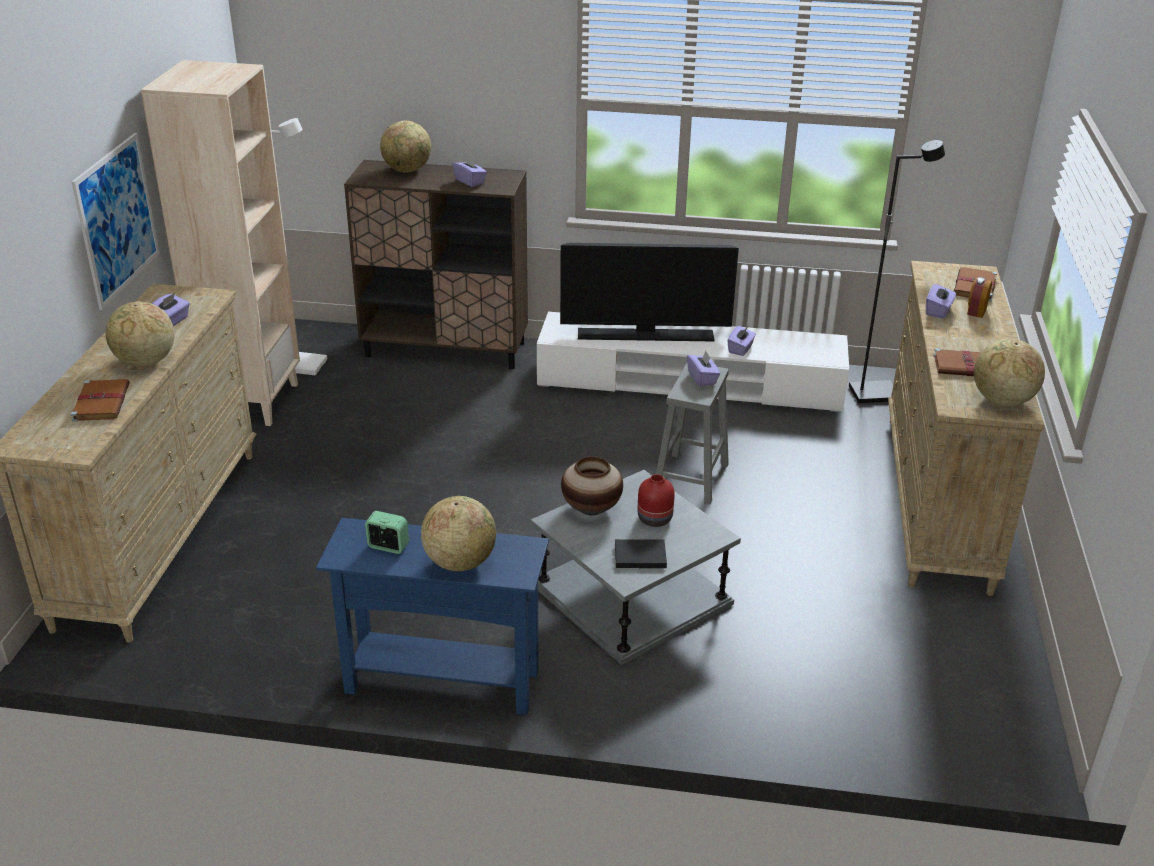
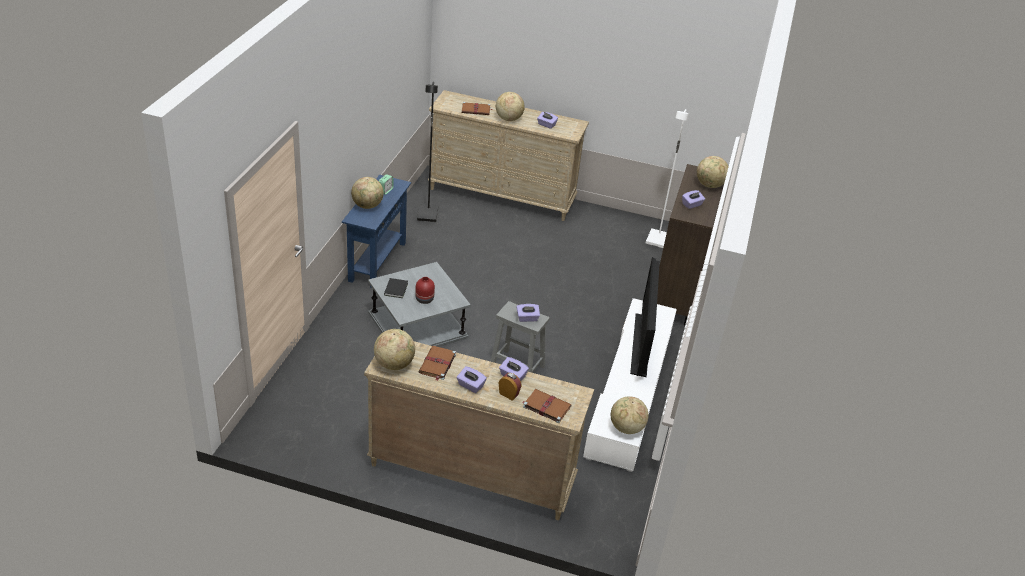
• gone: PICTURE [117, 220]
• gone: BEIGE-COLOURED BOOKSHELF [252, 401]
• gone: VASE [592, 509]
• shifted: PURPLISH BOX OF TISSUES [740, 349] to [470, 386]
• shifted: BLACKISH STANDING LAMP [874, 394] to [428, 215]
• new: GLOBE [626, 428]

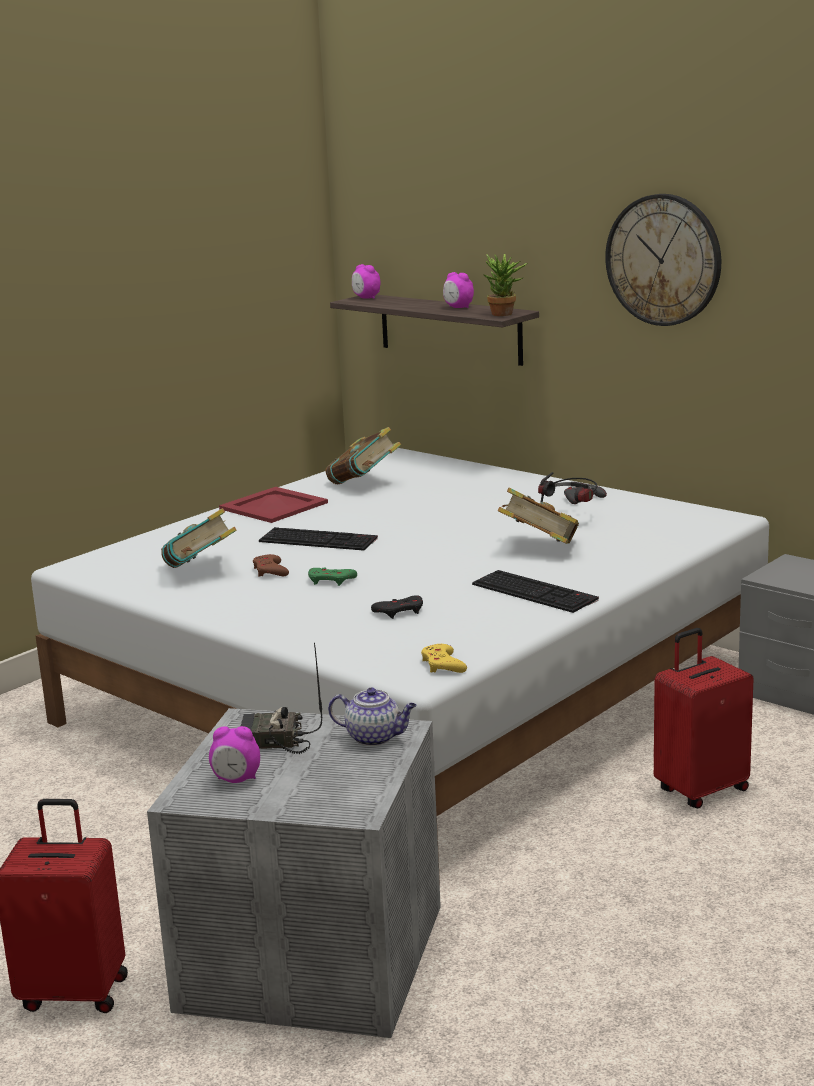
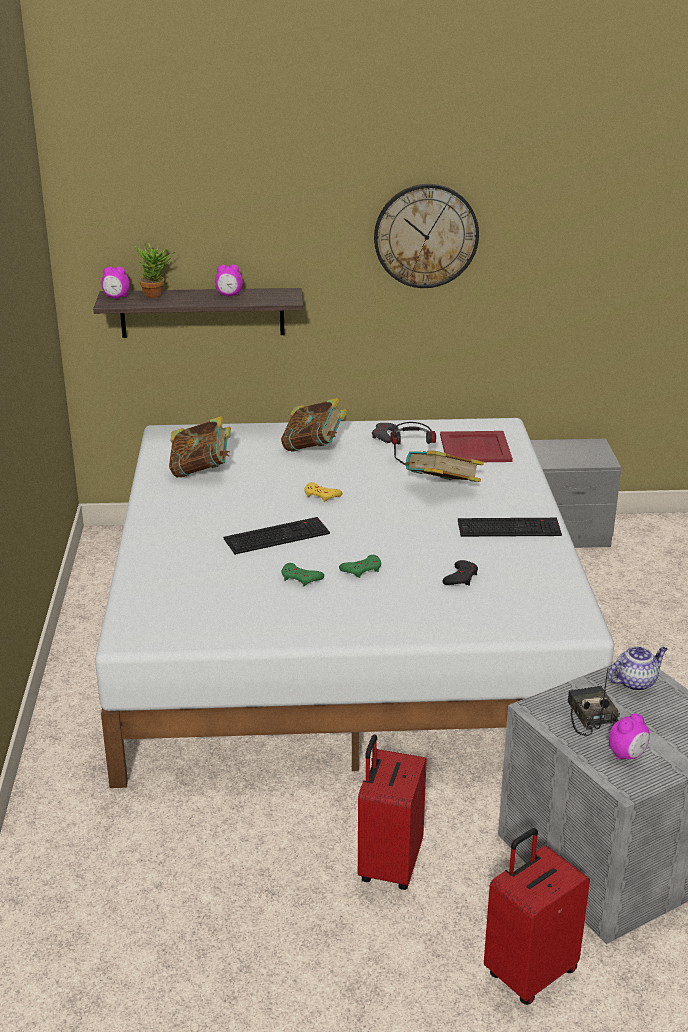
• shifted: BOOK [201, 571] to [314, 448]
• shifted: REDDISH CARRYING TRAY [274, 506] to [476, 447]
• rotated: RADIO RECEIVER [273, 742] = [589, 716] 120 degrees clockwise
• repainted: BROWNISH GAME CONTROLLER [270, 571] to GREEN GAME CONTROLLER [300, 578]
• shifted: YELLOW-COLOURED GAME CONTROLLER [443, 665] to [321, 495]
• shifted: PLANT IN A POT [505, 314] to [157, 295]
• shifted: REDDISH TRAVEL CASE [700, 790] to [388, 865]

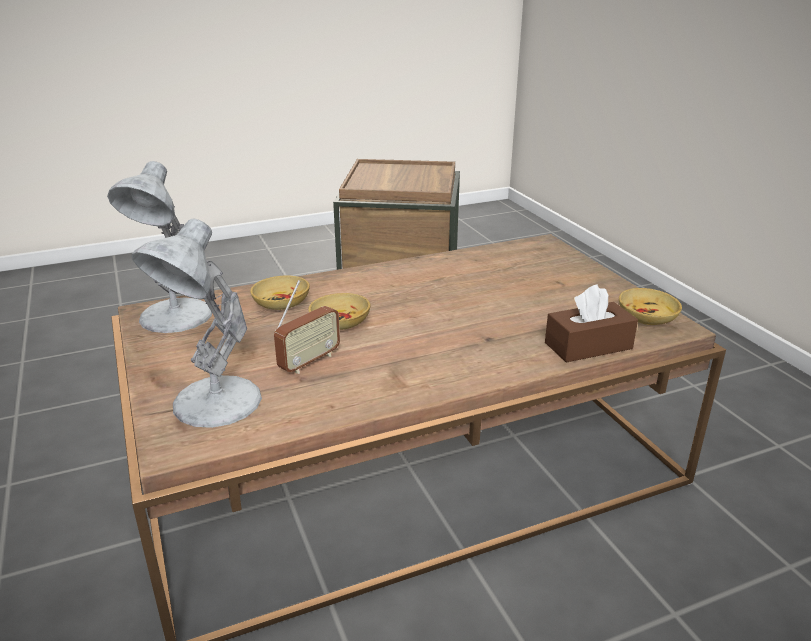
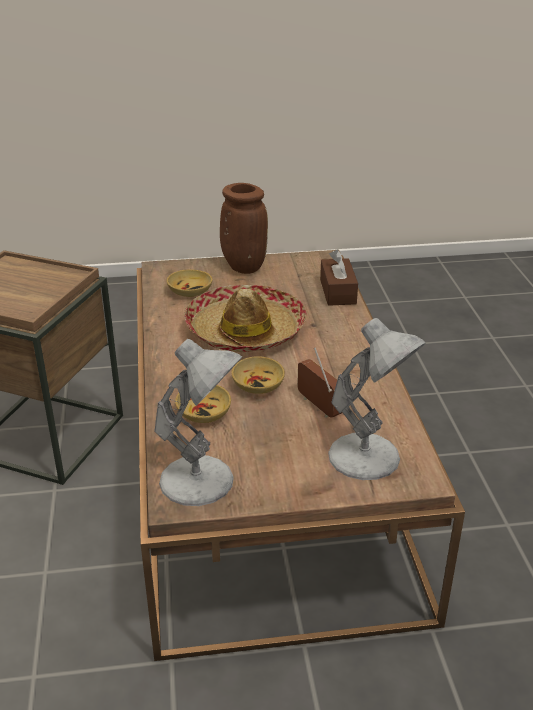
• shifted: BEIGE-COLOURED DEEP DISH [647, 317] to [190, 291]
• new: HAT [244, 331]
• new: BROWNISH VASE [242, 267]

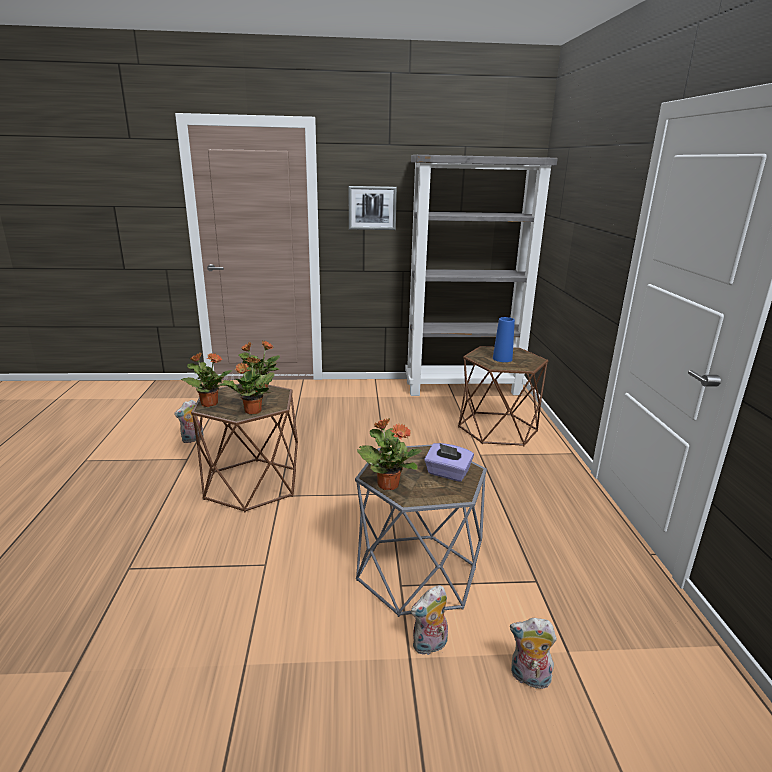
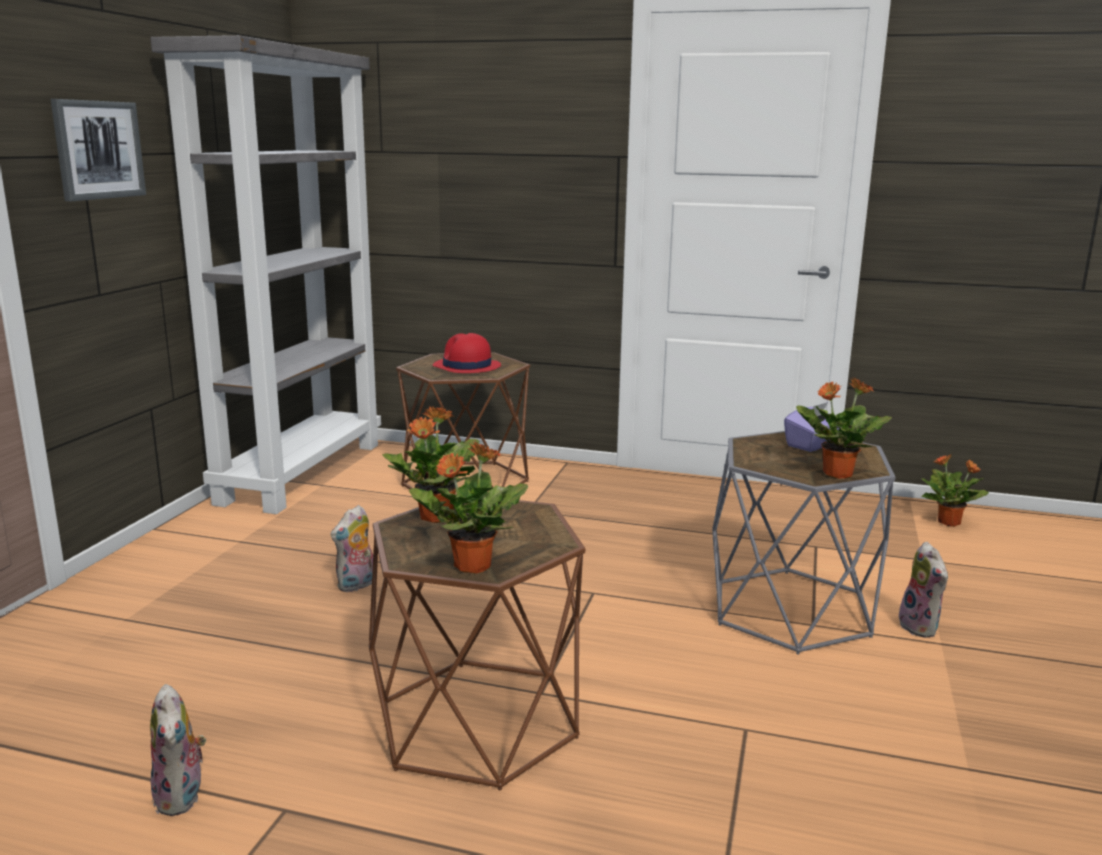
• shifted: PLANT IN A POT [252, 411] to [949, 523]
• swapped: BLUISH VASE [502, 359] to REDDISH HAT [466, 367]
• shifted: CUDDLY TOY [528, 678] to [357, 585]

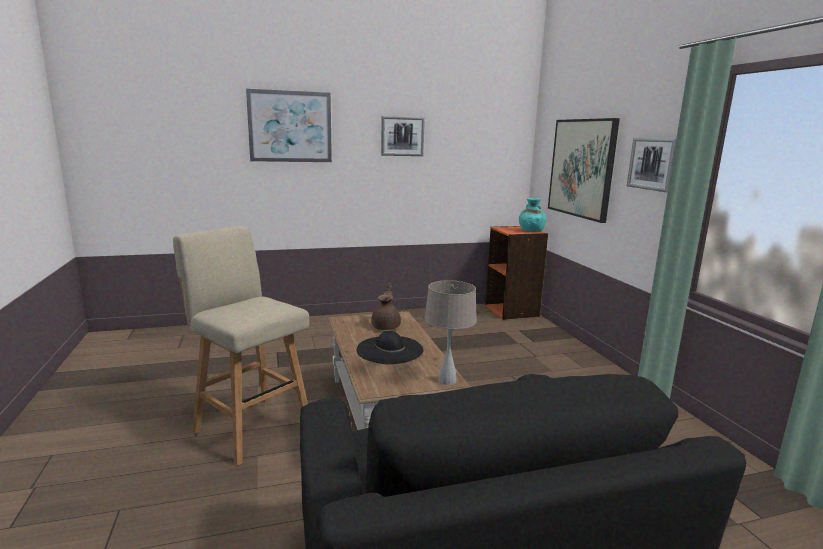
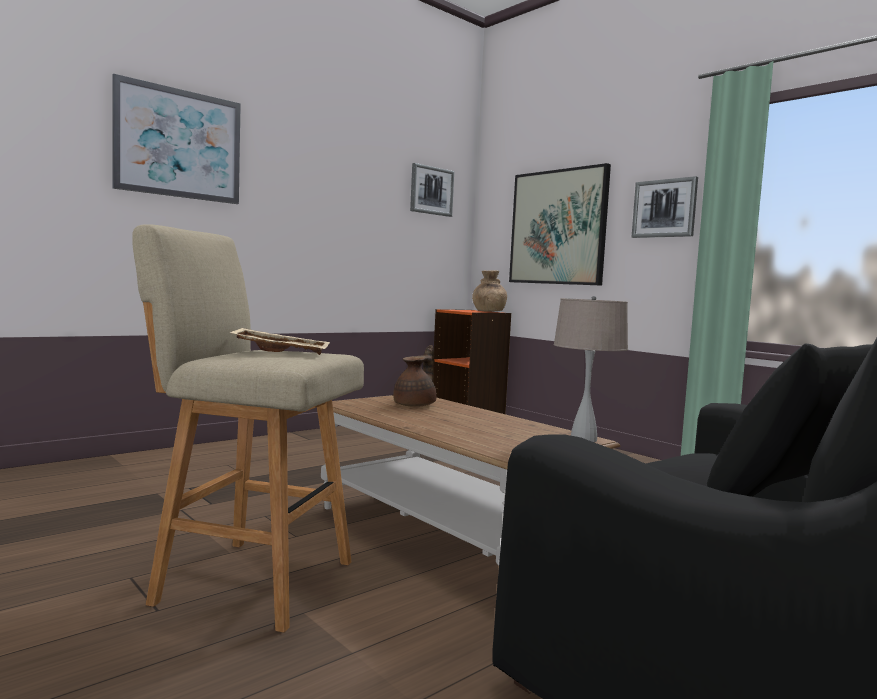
• gone: BLACKISH HAT [390, 350]
• rotated: BROWNISH TEA POT [386, 326] = [416, 405] 45 degrees clockwise
• shifted: PICTURE [402, 136] to [431, 190]
• repainted: TURQUOISE VASE [531, 230] to BROWNISH VASE [488, 311]
• new: BEIGE-COLOURED CARRYING TRAY [281, 352]

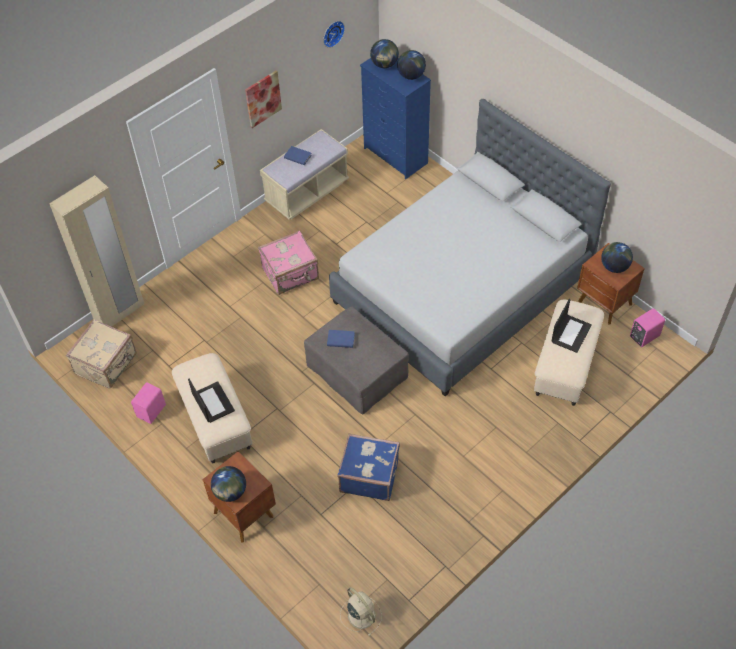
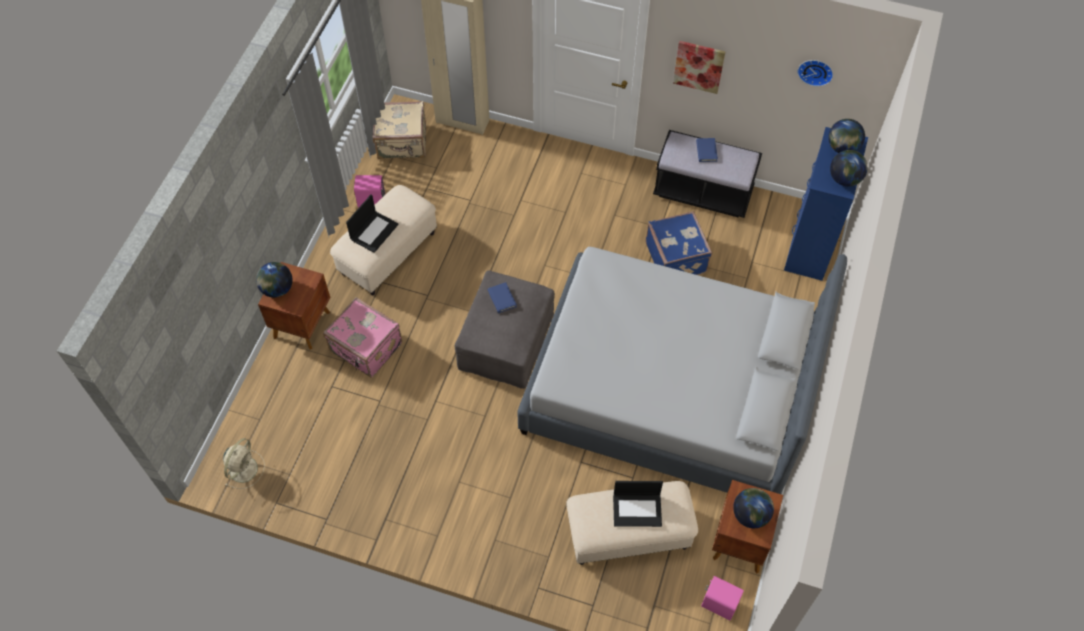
• shifted: PINK-COLOURED TRAVEL CASE [291, 274] to [365, 349]
• repainted: BEIGE-COLOURED LONG SEAT [307, 192] to BLACKISH LONG SEAT [703, 192]
• shifted: BLUISH TRAVEL CASE [369, 475] to [677, 257]

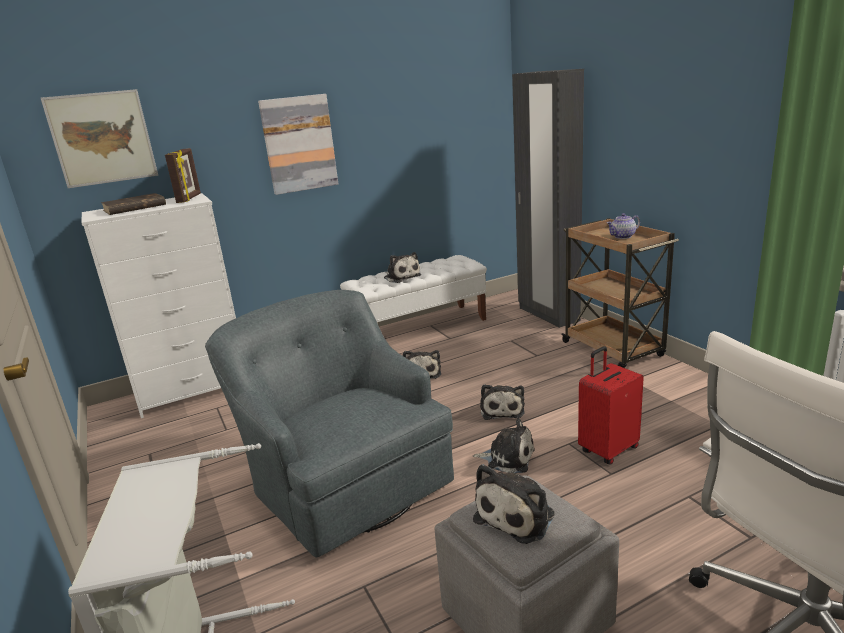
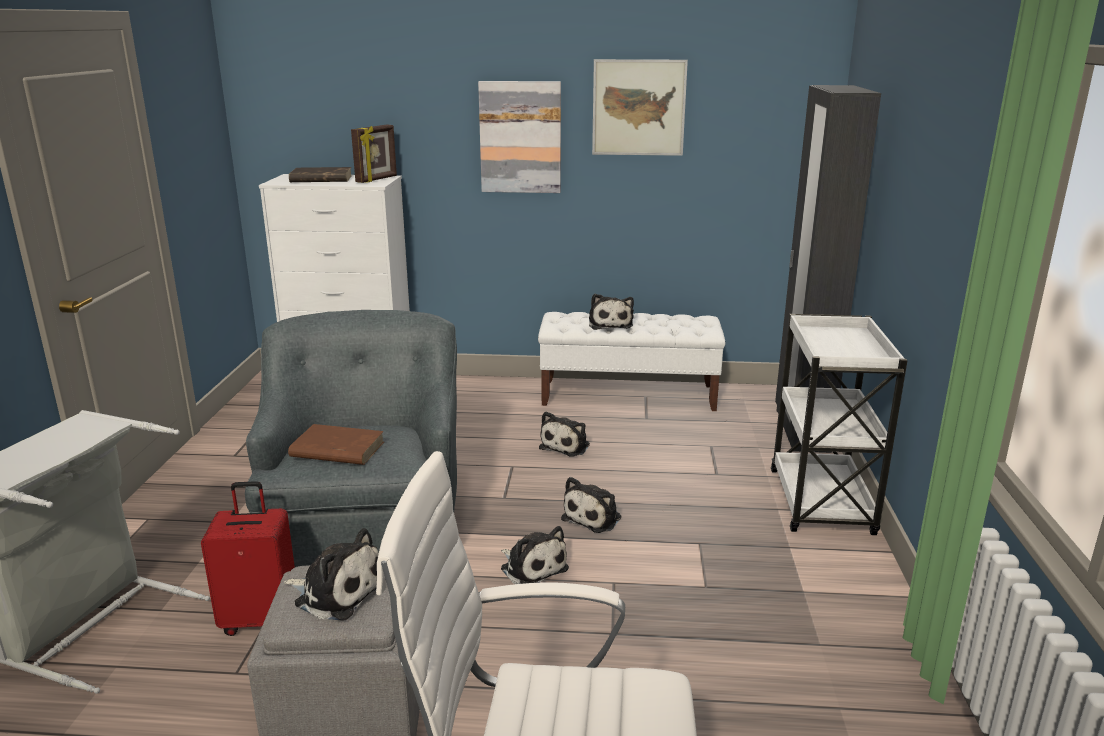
• shifted: PICTURE [102, 138] to [638, 108]
• rotated: CUDDLY TOY [517, 515] = [337, 592] 135 degrees counterclockwise
• repainted: BROWNISH WHEELED CART [613, 350] to WHITE WHEELED CART [821, 503]
• shifted: REDDISH TRAVEL CASE [607, 449] to [261, 619]
• gone: TEA POT [623, 236]
• new: BROWNISH BOOK [336, 450]

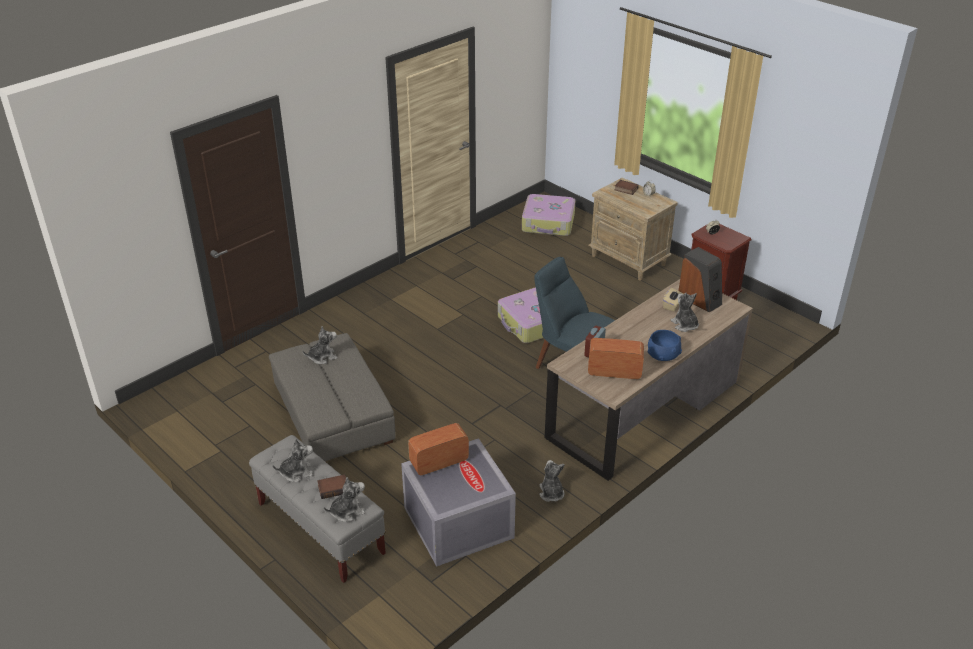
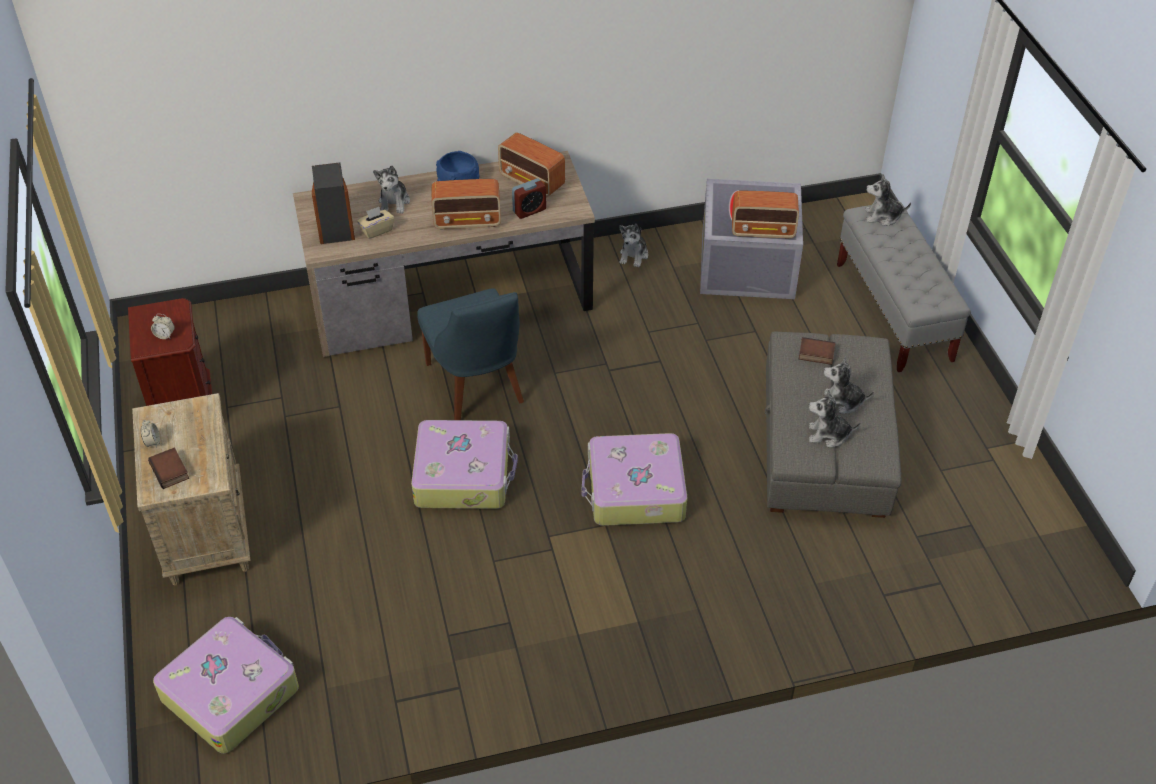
• shifted: CUDDLY TOY [296, 472] to [842, 402]
• shifted: BOOK [333, 488] to [815, 354]
• new: RADIO RECEIVER [468, 221]
• new: TRAVEL CASE [635, 490]

